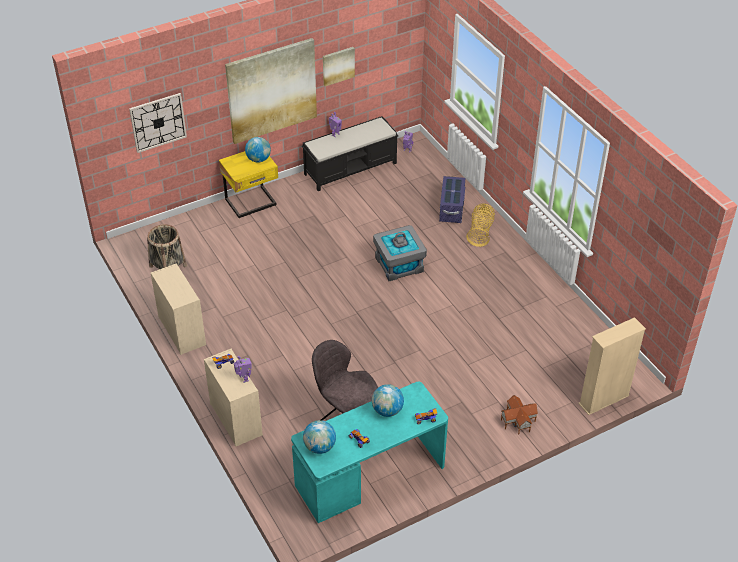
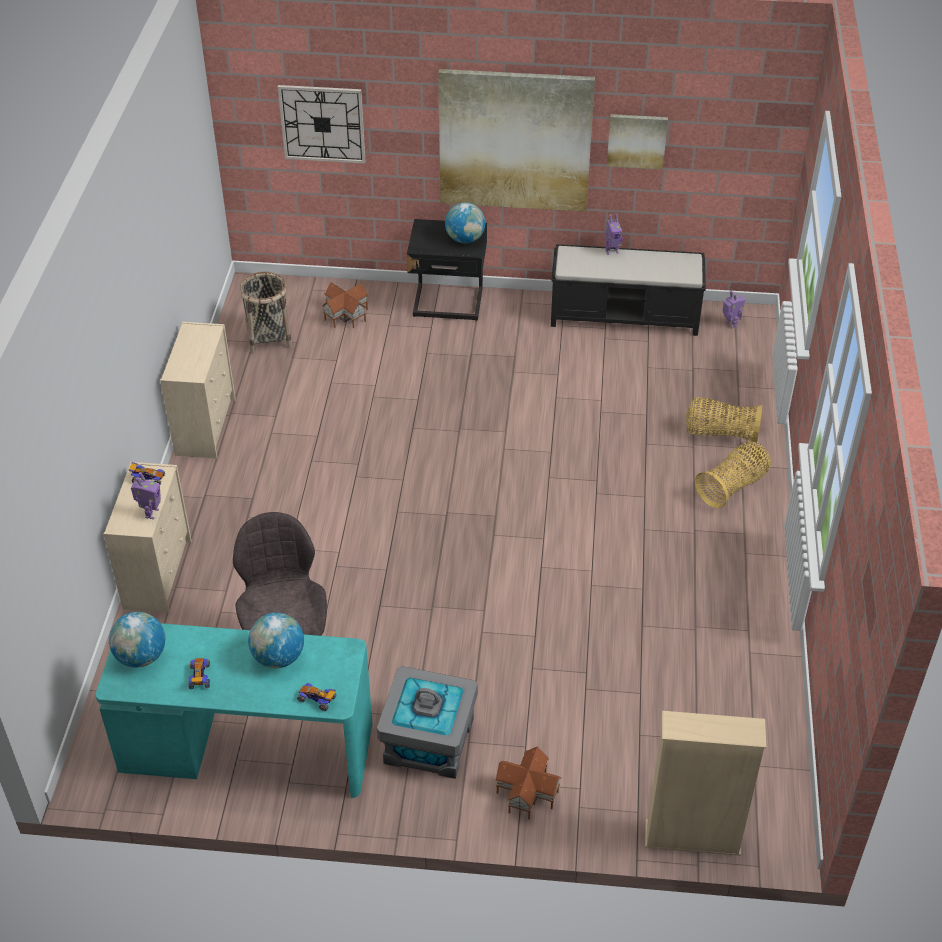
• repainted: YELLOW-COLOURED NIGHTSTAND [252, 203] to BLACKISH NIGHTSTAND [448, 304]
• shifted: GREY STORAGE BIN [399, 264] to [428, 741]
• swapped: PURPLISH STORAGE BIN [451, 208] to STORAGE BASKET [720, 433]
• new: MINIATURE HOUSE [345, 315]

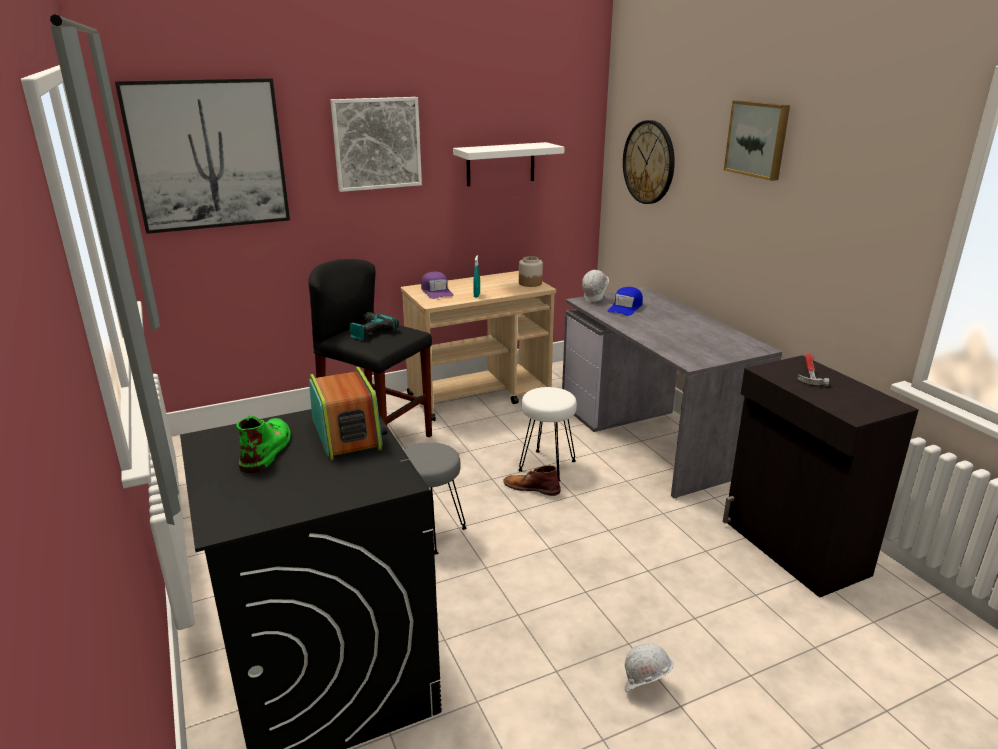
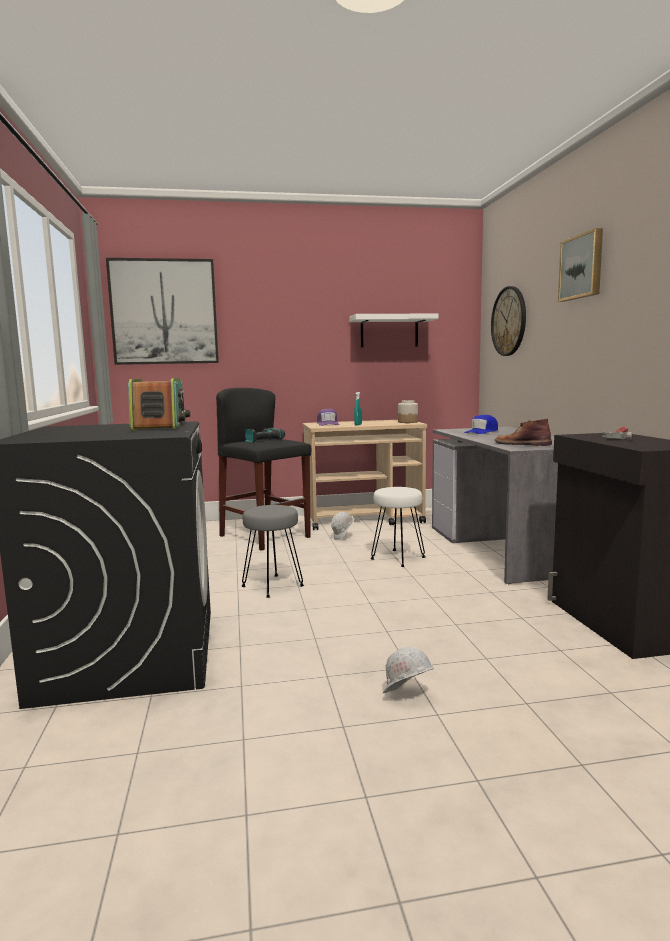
• gone: GREEN TALL BOOT [266, 448]
• gone: PICTURE [377, 143]
• shifted: BROWNISH TALL BOOT [531, 487] to [522, 444]
• shifted: WHITE SAFETY HELMET [595, 300] to [343, 538]

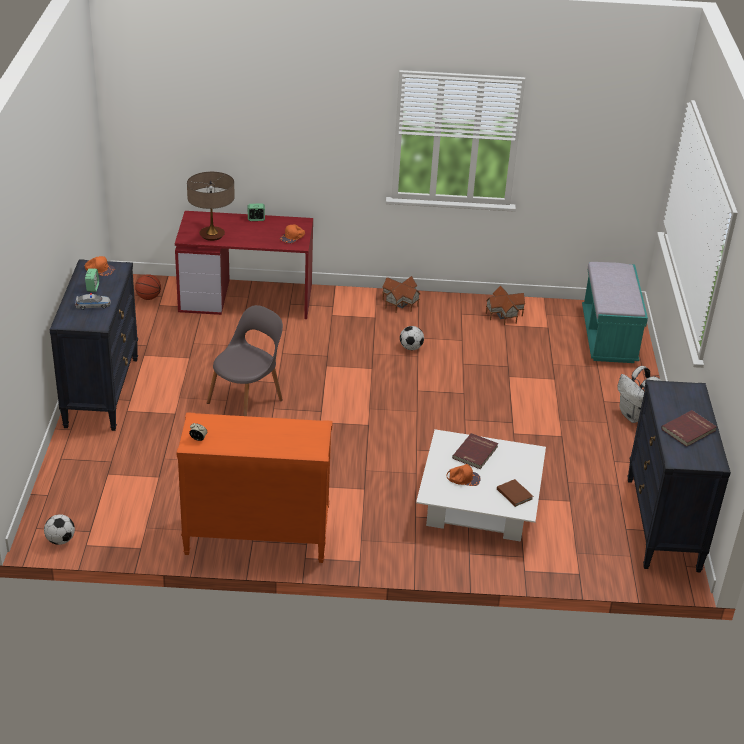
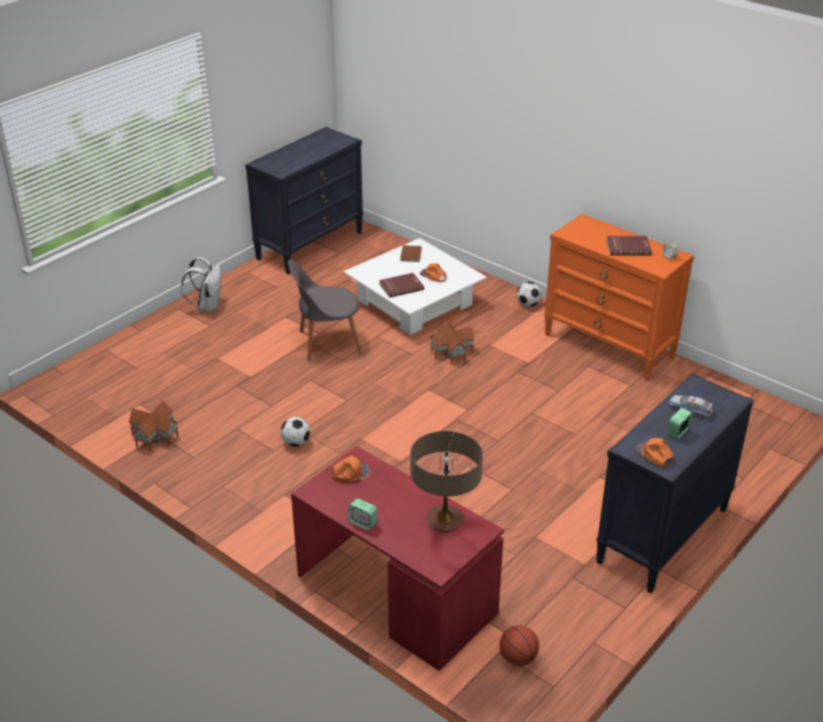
• shifted: FOOTBALL [60, 540] to [528, 304]
• shifted: GREY CHAIR [247, 400] to [327, 343]
• shifted: MINIATURE HOUSE [401, 303] to [451, 352]
• gone: TURQUOISE LONG SEAT [608, 337]
• shifted: REDDISH BOOK [689, 430] to [628, 247]

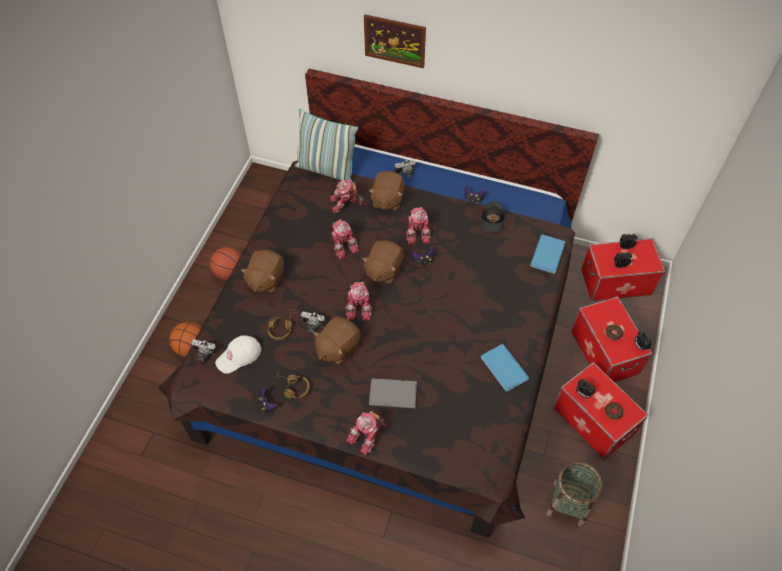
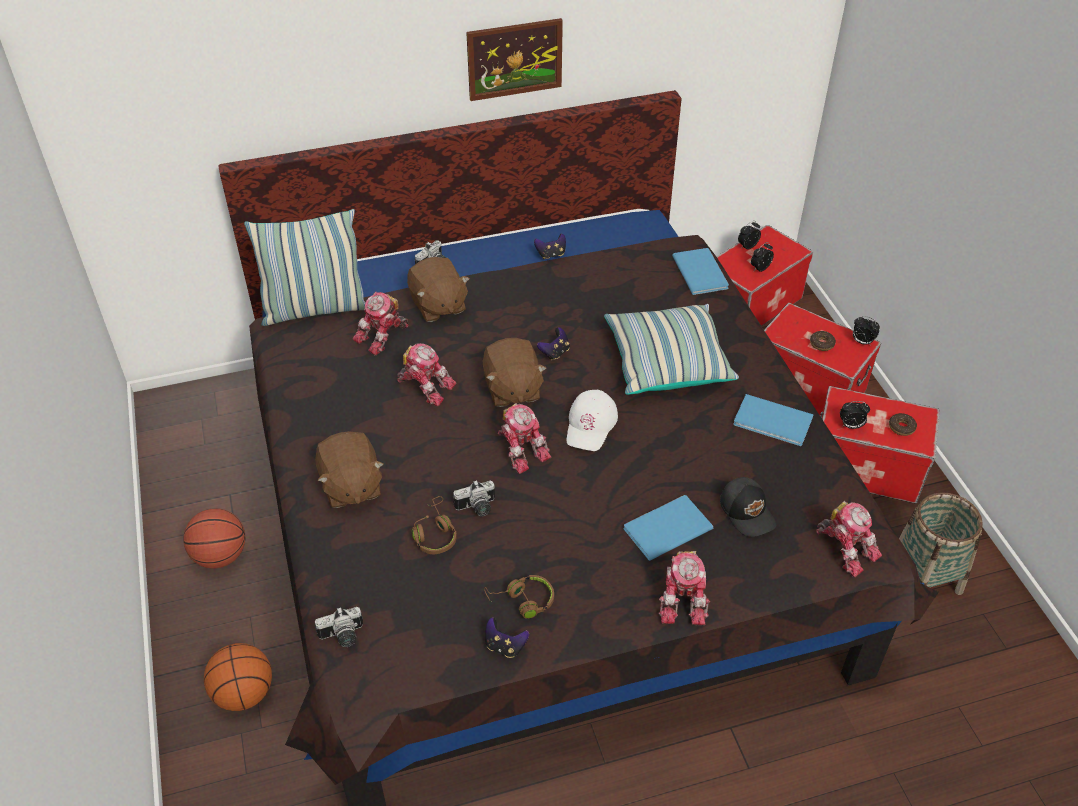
• shifted: WHITE BASEBALL CAP [239, 356] to [591, 425]
• gone: BROWNISH CUDDLY TOY [337, 348]
• shifted: PICTURE [394, 41] to [514, 59]
• repainted: GREY BOOK [391, 392] to BLUISH BOOK [664, 528]
• shifted: ROBOT FIGURE [418, 231] to [846, 547]
• shifted: BLACKISH BASEBALL CAP [493, 220] to [747, 512]
• new: PILLOW [666, 362]

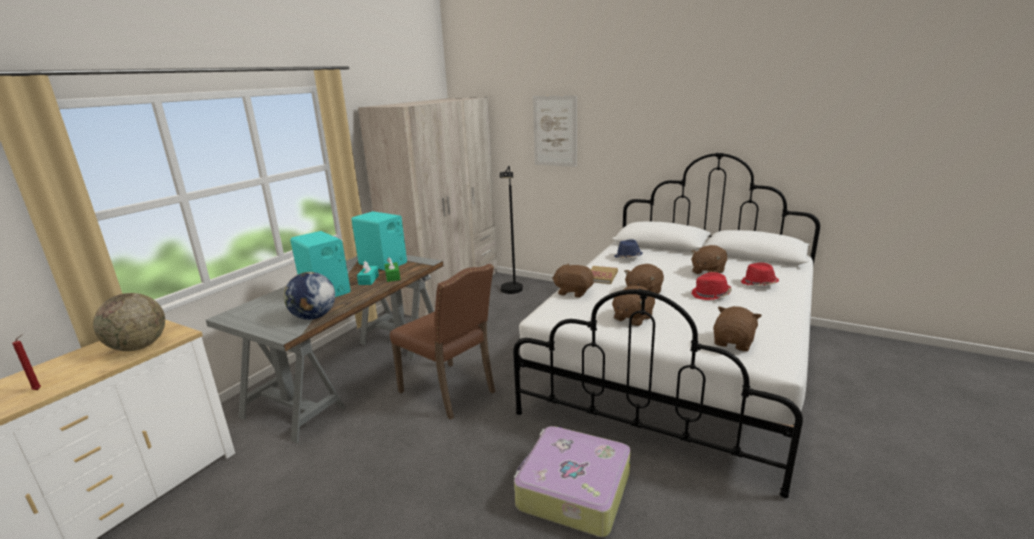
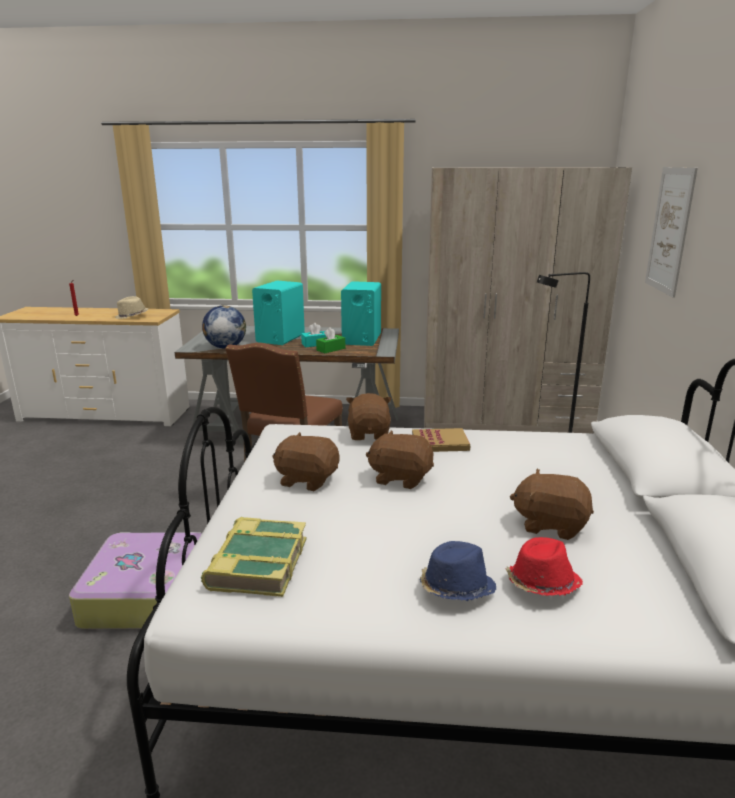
• swapped: GLOBE [139, 347] to BEIGE-COLOURED HAT [132, 317]
• shifted: BLUISH HAT [628, 257] to [455, 588]
• gone: REDDISH HAT [711, 295]
• swapped: BROWNISH CUDDLY TOY [734, 343] to BOOK [257, 563]

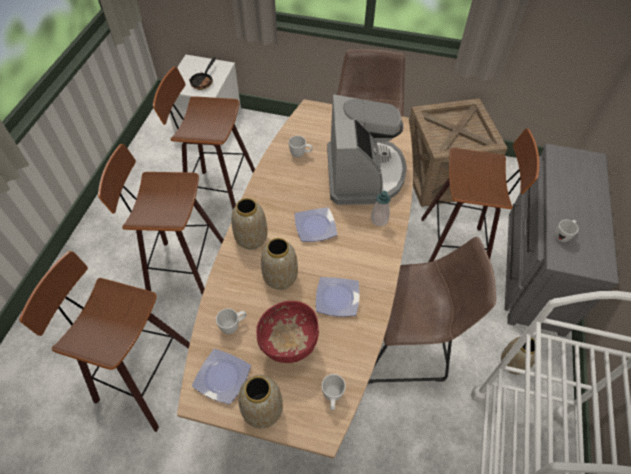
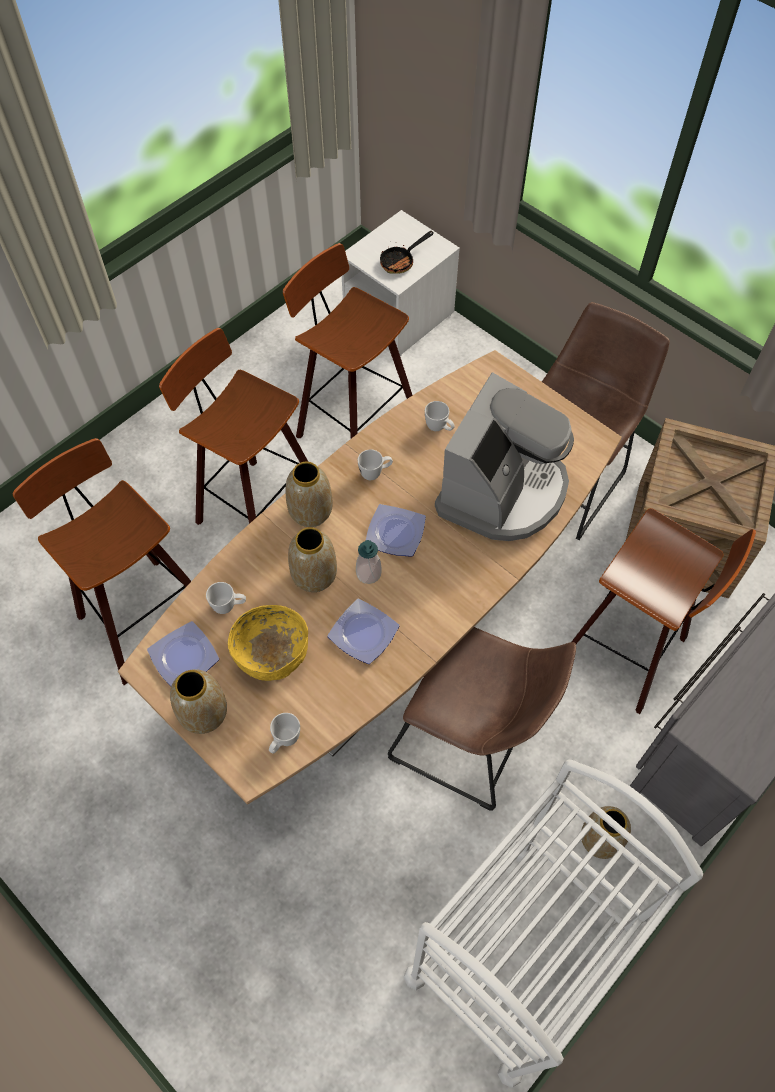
• repainted: REDDISH DEEP DISH [289, 346] to YELLOW-COLOURED DEEP DISH [274, 661]
• shifted: SOAP DISPENSER [379, 219] to [368, 573]
• shifted: WHITE TEA MUG [563, 235] to [375, 473]

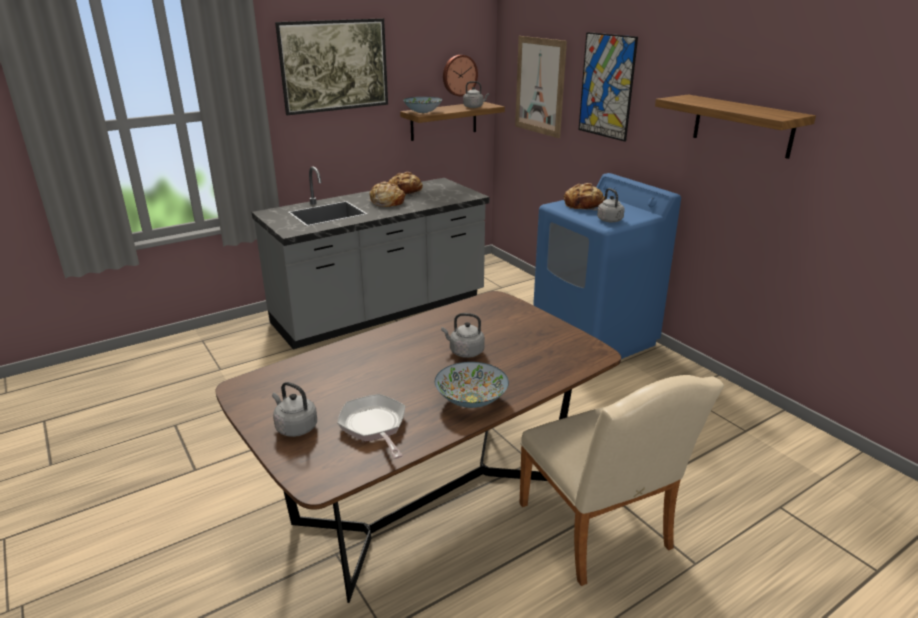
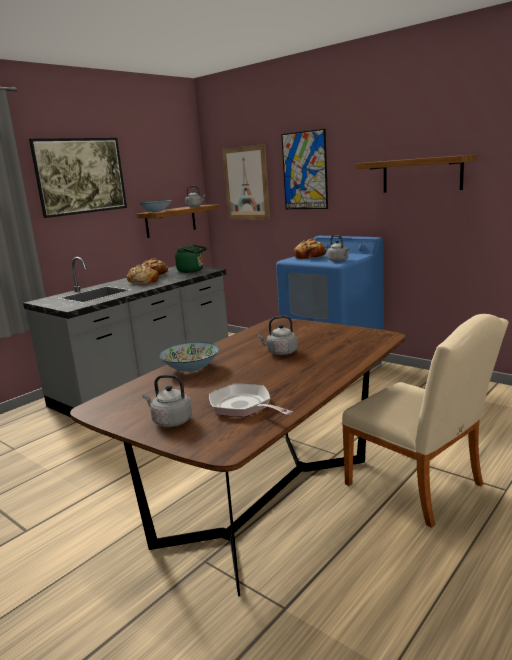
• shifted: DEEP DISH [471, 400] to [191, 368]
• gone: HANGING CLOCK [459, 75]
• new: GREEN WATER KETTLE [192, 271]

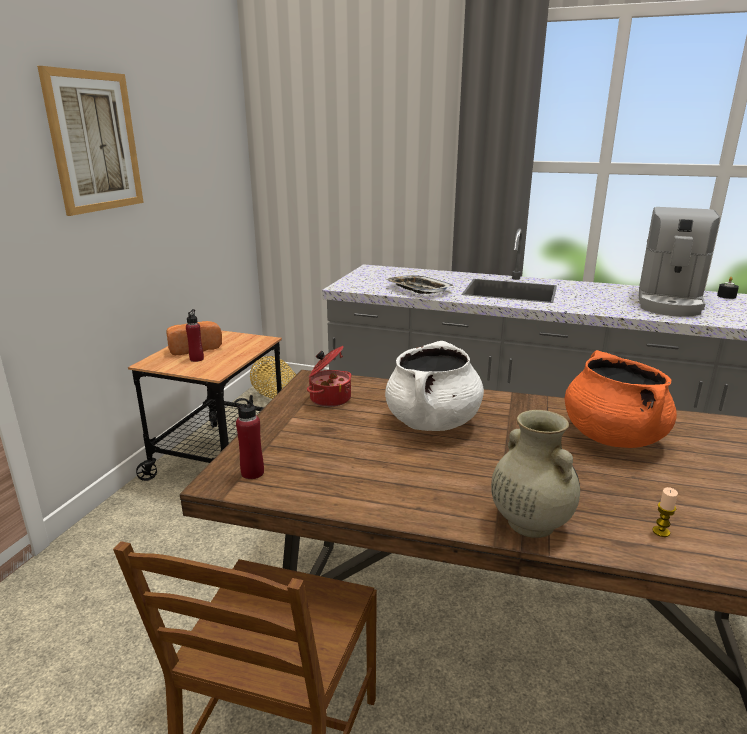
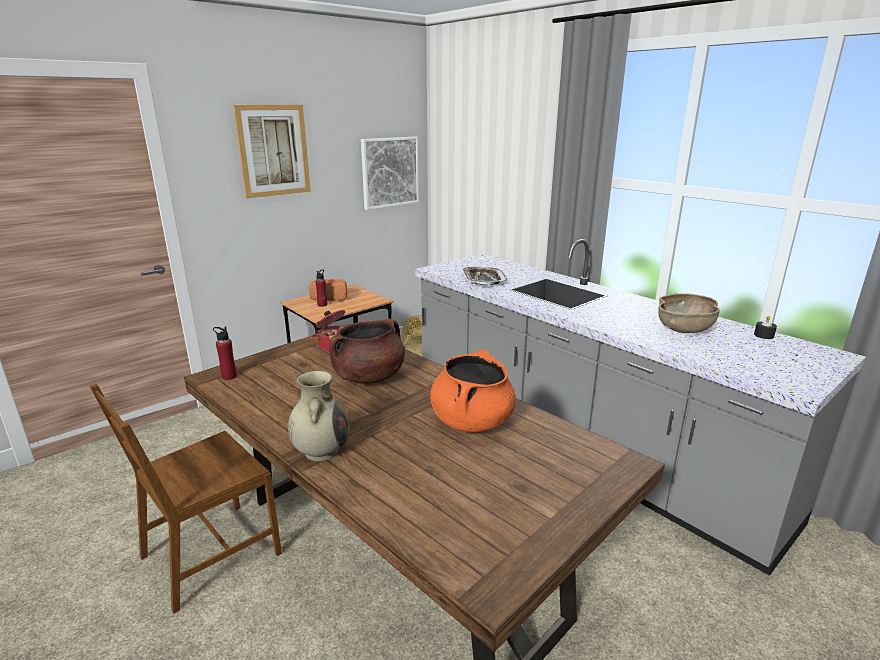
• repainted: WHITE STOCKPOT [432, 422] to BROWNISH STOCKPOT [368, 377]
• swapped: COFFEE BREWER [669, 302] to BROWNISH DEEP DISH [684, 329]
• gone: WAX CANDLE [661, 532]
• new: PICTURE [390, 172]

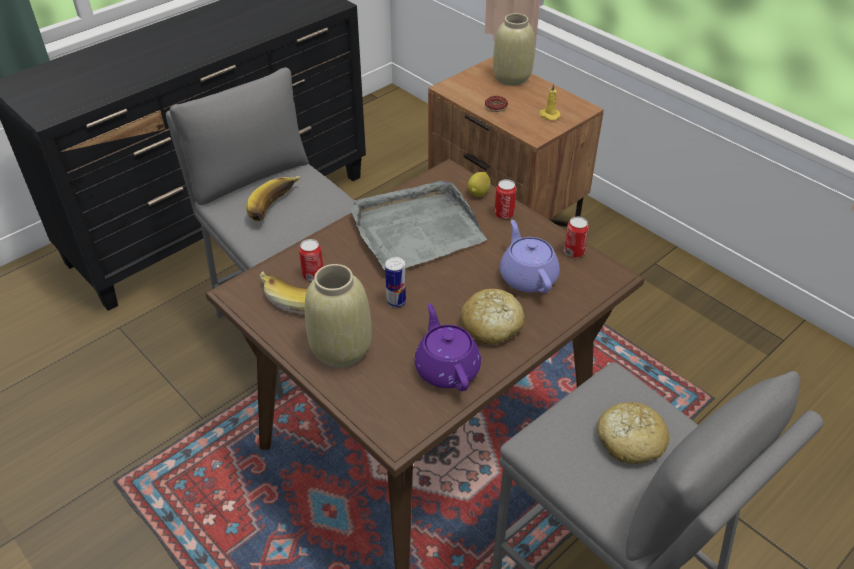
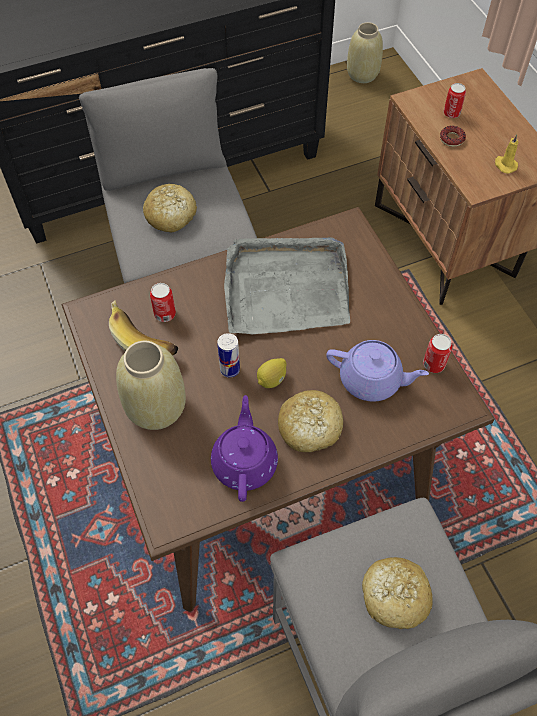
• swapped: WHOLE BANANA [276, 207] to BAKED BREAD [171, 215]
• shifted: LEMON [479, 193] to [272, 379]
• shifted: BEIGE-COLOURED VASE [511, 77] to [362, 75]
• shifted: SEALED CAN [504, 214] to [451, 113]
• rotated: PURPLISH TEA POT [527, 276] = [372, 380] 105 degrees clockwise

